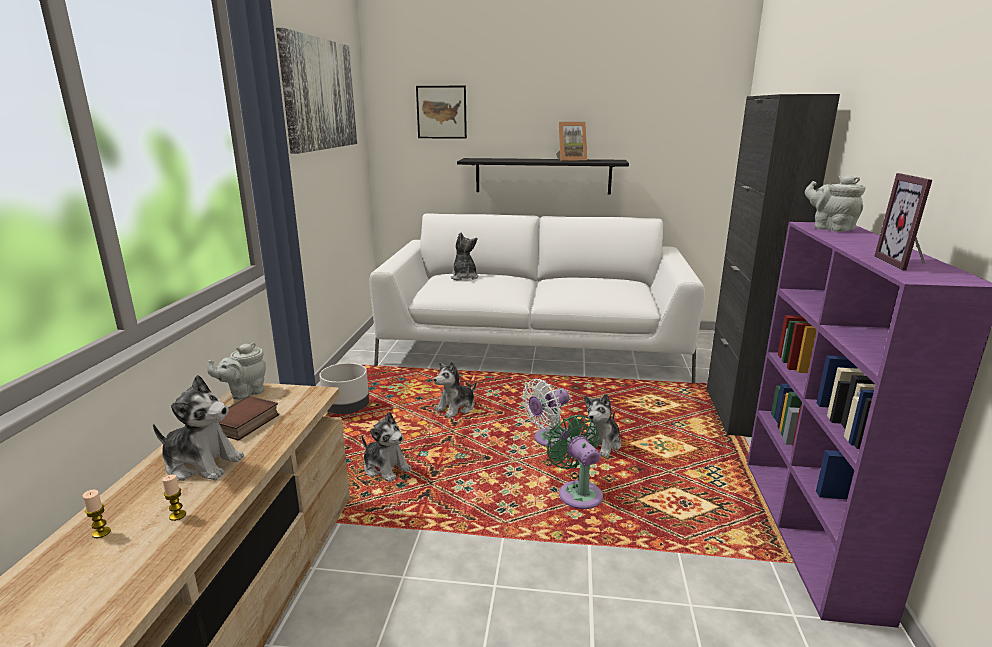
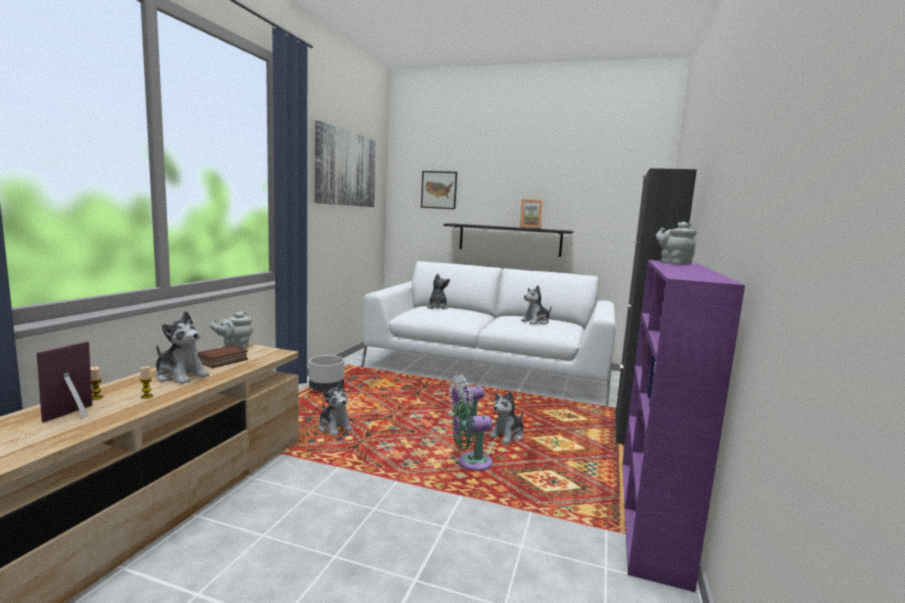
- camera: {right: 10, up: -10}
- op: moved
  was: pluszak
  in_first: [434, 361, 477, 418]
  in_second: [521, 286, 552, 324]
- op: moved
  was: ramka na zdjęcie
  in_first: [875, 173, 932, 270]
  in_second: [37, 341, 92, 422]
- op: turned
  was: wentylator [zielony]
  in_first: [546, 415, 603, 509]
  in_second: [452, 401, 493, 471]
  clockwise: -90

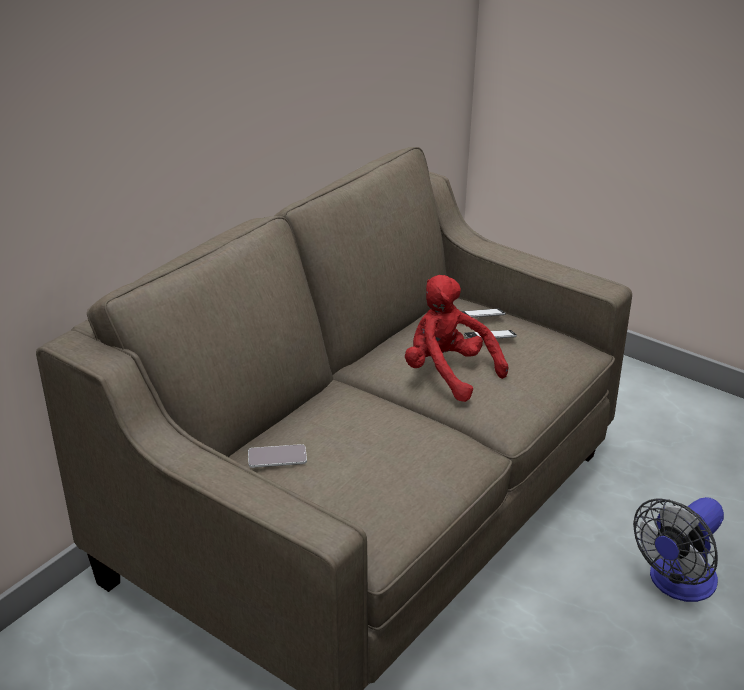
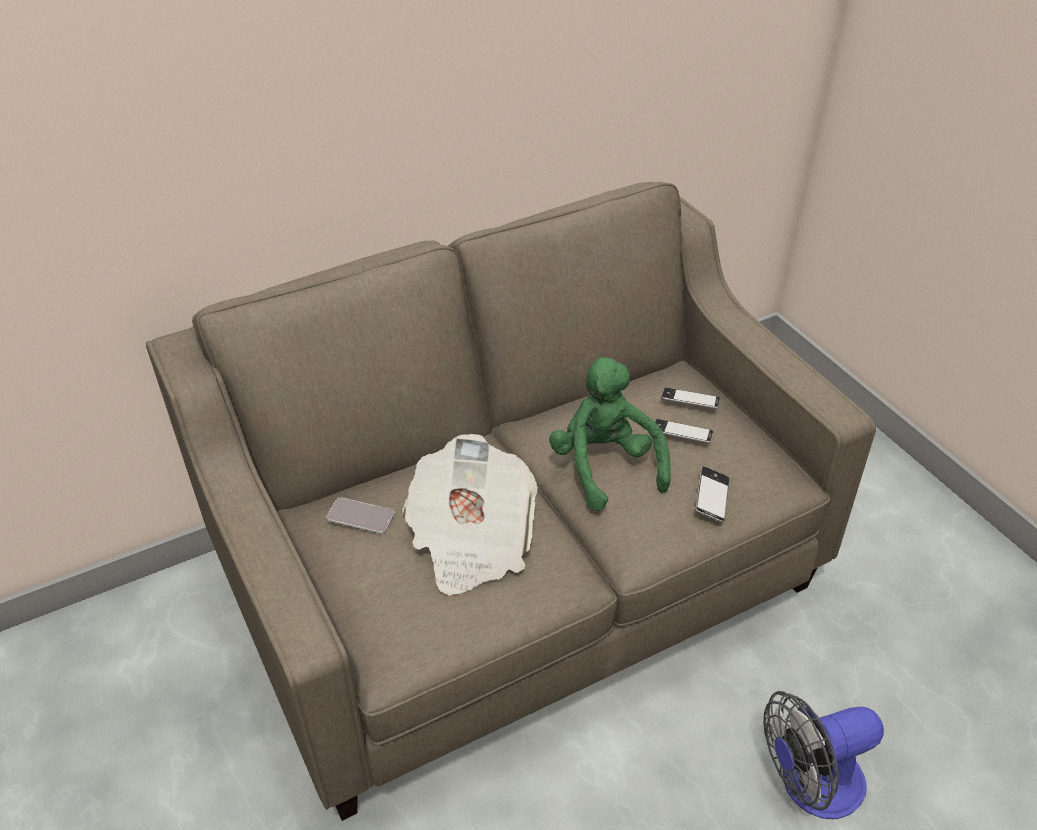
- camera: {right: 25, up: 10}
- op: added
  now: gazeta
  in_second: [402, 434, 538, 596]
- op: added
  now: telefon
  in_second: [695, 466, 729, 522]
- op: recoloured
  was: pluszak [czerwony]
  now: pluszak [zielony]
  in_first: [405, 275, 509, 402]
  in_second: [549, 357, 671, 511]

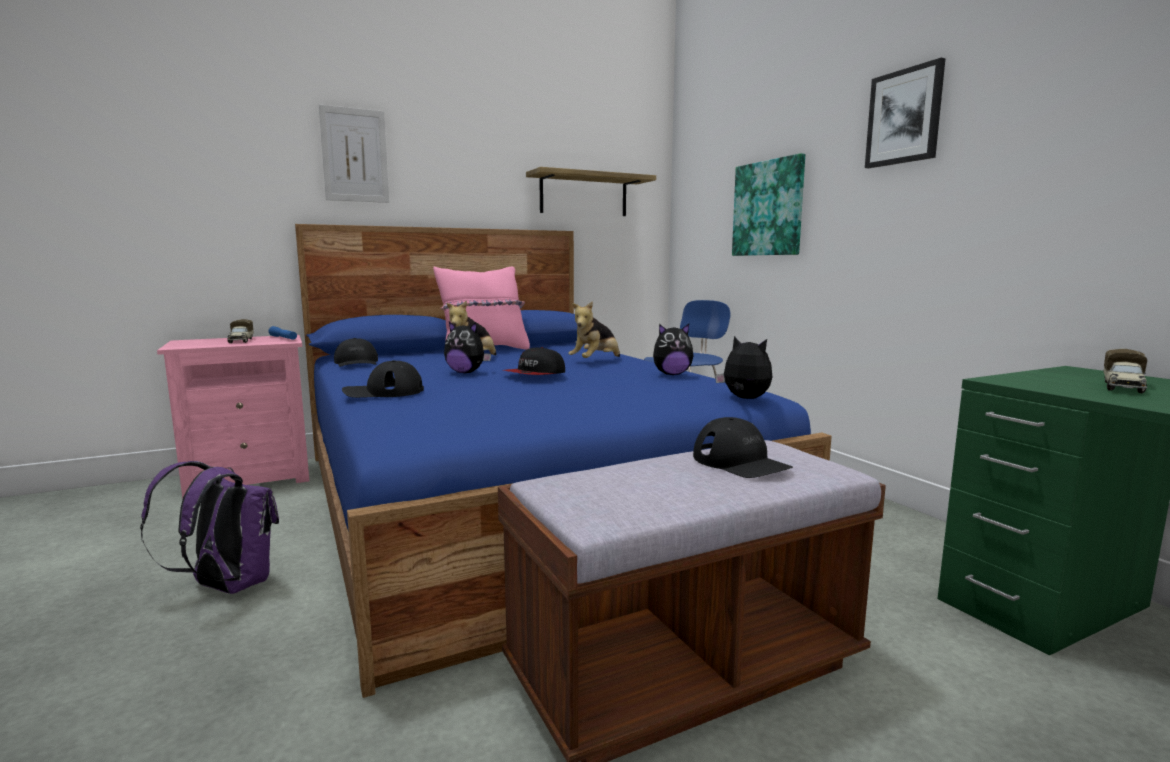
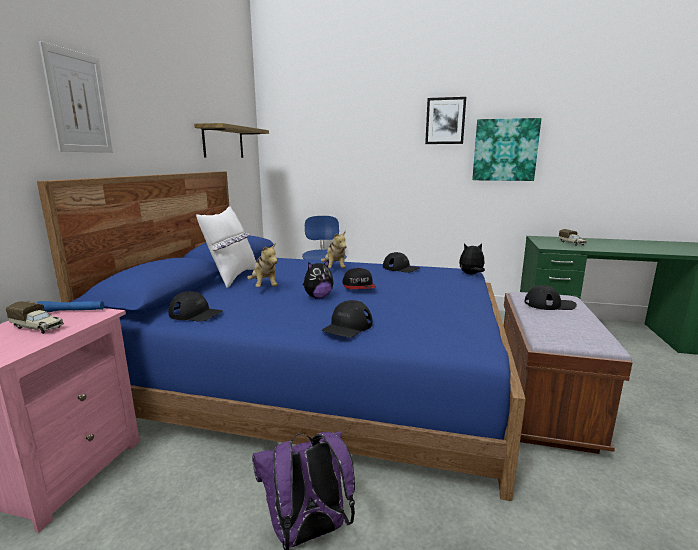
- camera: {right: -50, up: 5}
- op: moved
  was: obraz
  in_first: [732, 153, 805, 256]
  in_second: [472, 118, 541, 181]
- op: replaced
  was: pluszak
  now: czapka z daszkiem [czarny]
  in_first: [653, 324, 693, 375]
  in_second: [383, 252, 420, 273]
- op: recoloured
  was: poduszka [różowy]
  now: poduszka [biały]
  in_first: [433, 267, 530, 350]
  in_second: [196, 206, 256, 288]

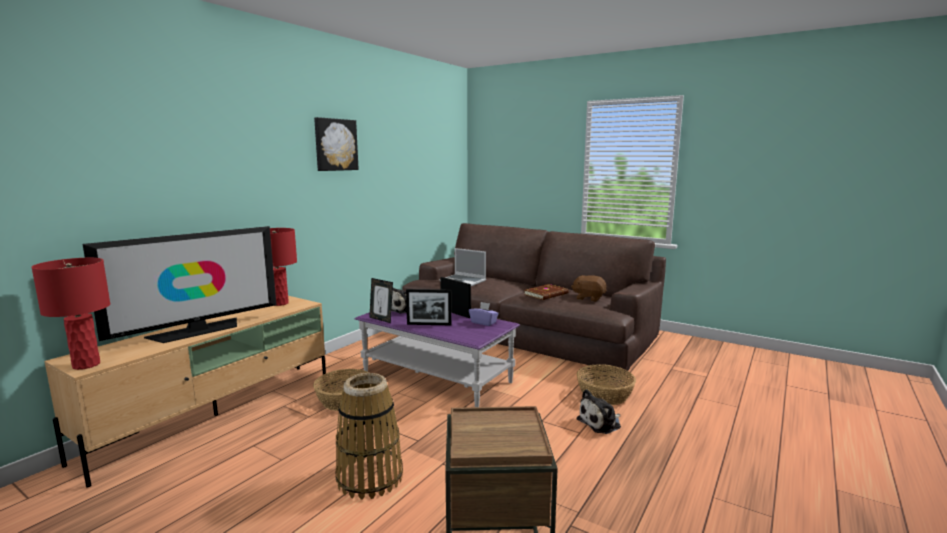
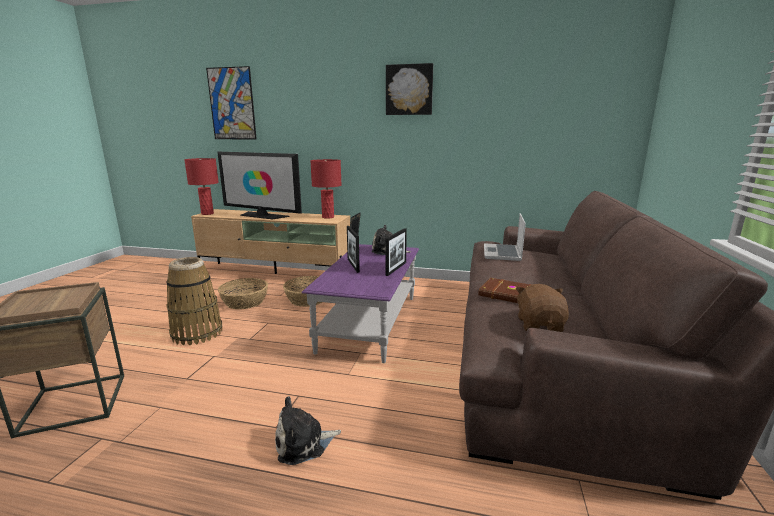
- camera: {right: 70, up: 5}
- op: removed
  was: pudełko chusteczek [fioletowy]
  in_first: [469, 302, 499, 326]
- op: added
  now: obraz
  in_second: [206, 66, 257, 139]
- op: moved
  was: koszyk
  in_first: [577, 364, 636, 405]
  in_second: [218, 278, 268, 309]
- op: turned
  was: pluszak
  in_first: [576, 389, 621, 434]
  in_second: [275, 396, 341, 465]
  clockwise: -60

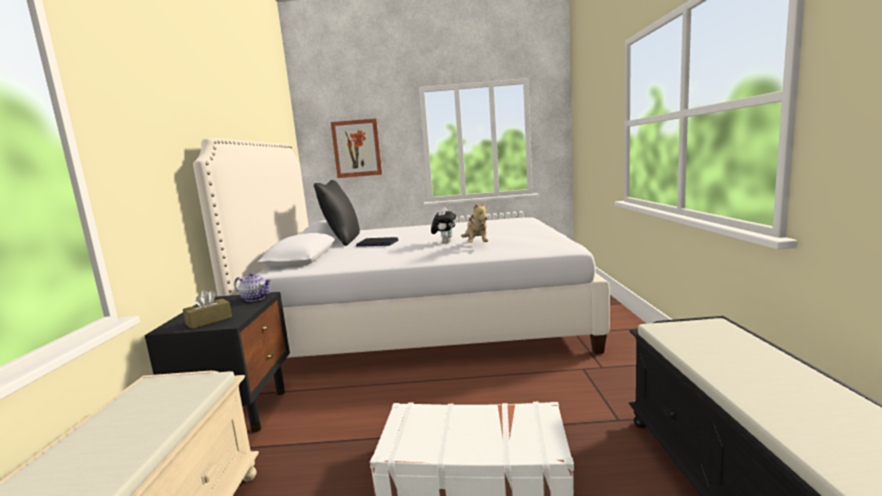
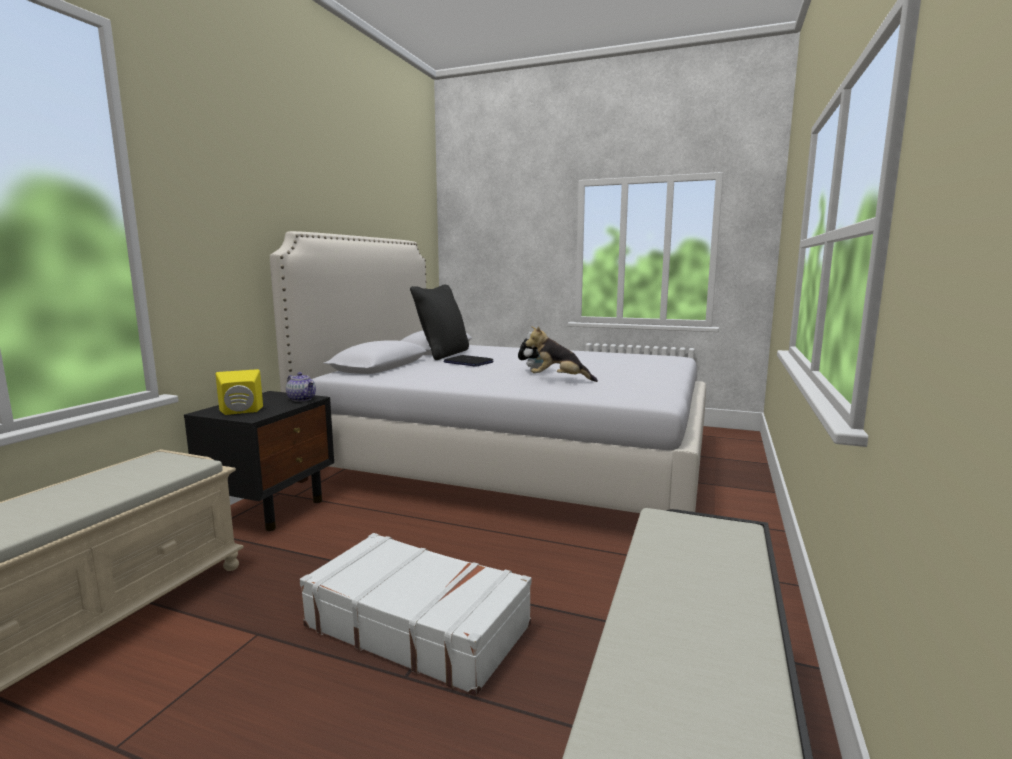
- camera: {right: 20, up: 0}
- op: removed
  was: obraz
  in_first: [331, 119, 382, 178]
- op: replaced
  was: pudełko chusteczek [brązowy]
  now: głośnik [żółty]
  in_first: [183, 290, 232, 329]
  in_second: [215, 369, 263, 415]
- op: turned
  was: pluszak
  in_first: [461, 201, 488, 243]
  in_second: [525, 326, 598, 382]
  clockwise: 90

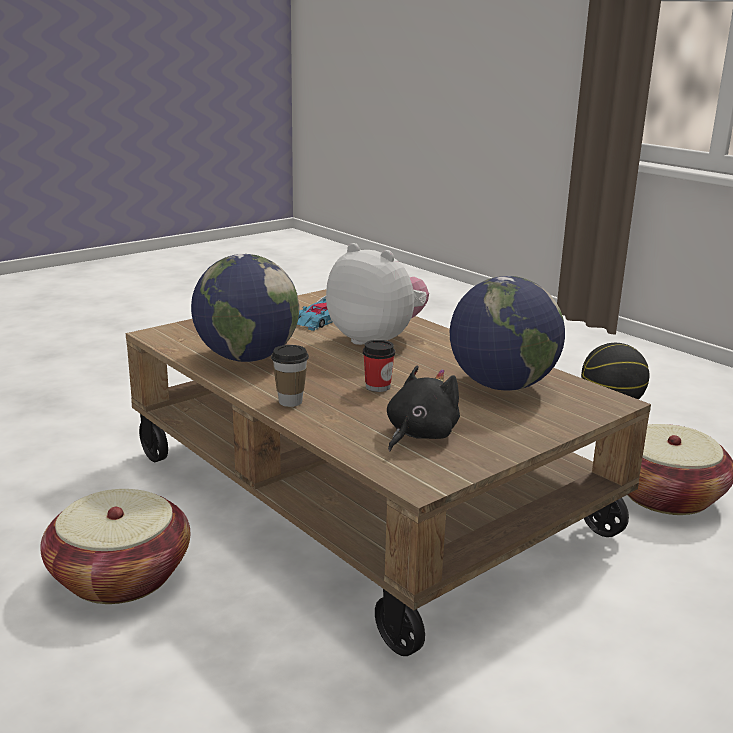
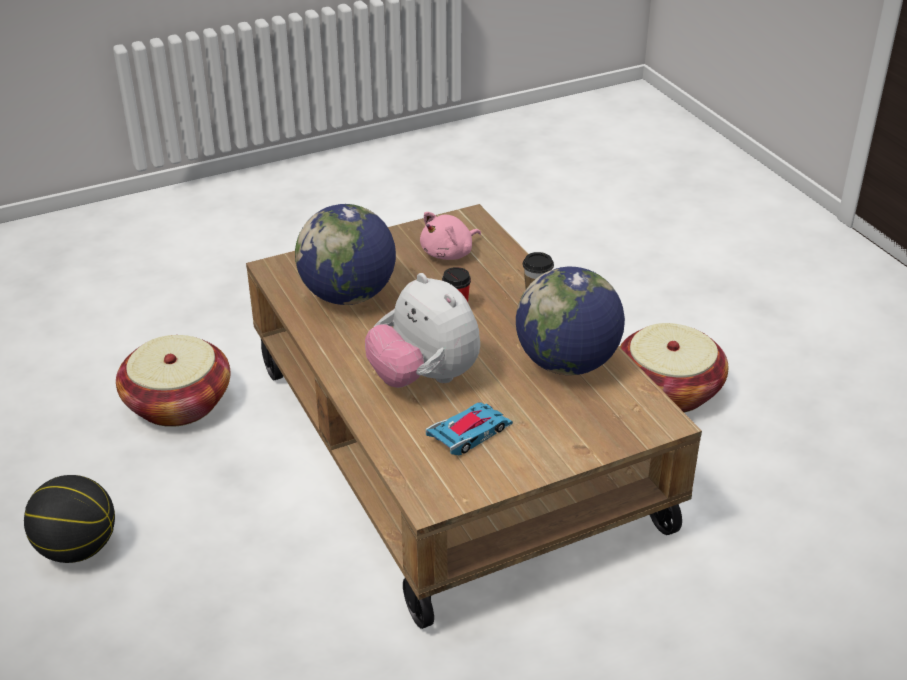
- camera: {right: -165, up: 15}
- op: recoloured
  was: pluszak [czarny]
  now: pluszak [różowy]
  in_first: [387, 365, 460, 451]
  in_second: [420, 212, 481, 260]

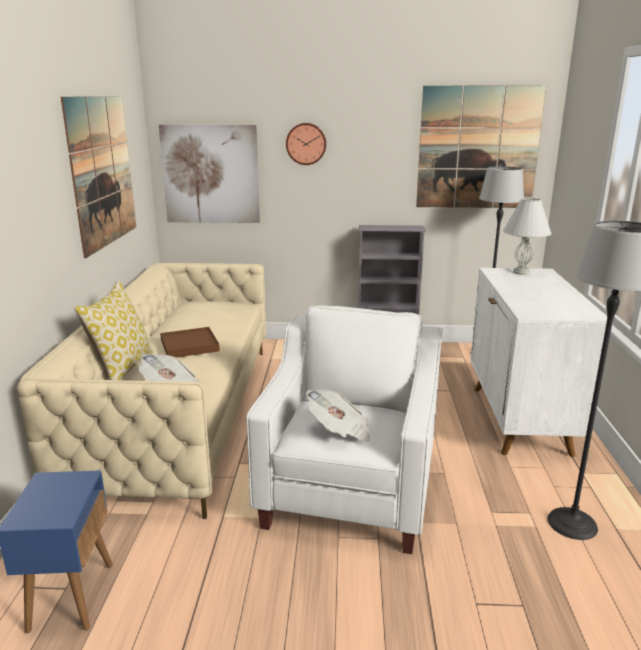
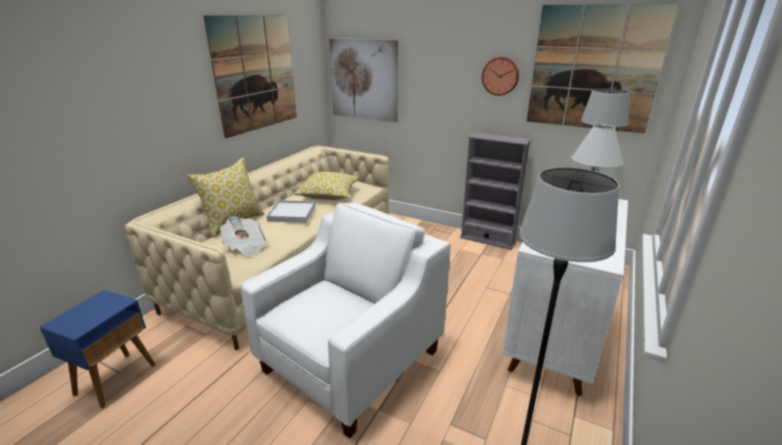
- camera: {right: 25, up: 5}
- op: removed
  was: gazeta
  in_first: [306, 389, 370, 442]
- op: added
  now: poduszka
  in_second: [294, 172, 360, 200]
- op: moved
  was: zegar ścienny
  in_first: [286, 123, 326, 165]
  in_second: [482, 57, 519, 96]
- op: recoloured
  was: taca [brązowy]
  now: taca [biały]
  in_first: [160, 327, 220, 358]
  in_second: [266, 200, 315, 223]

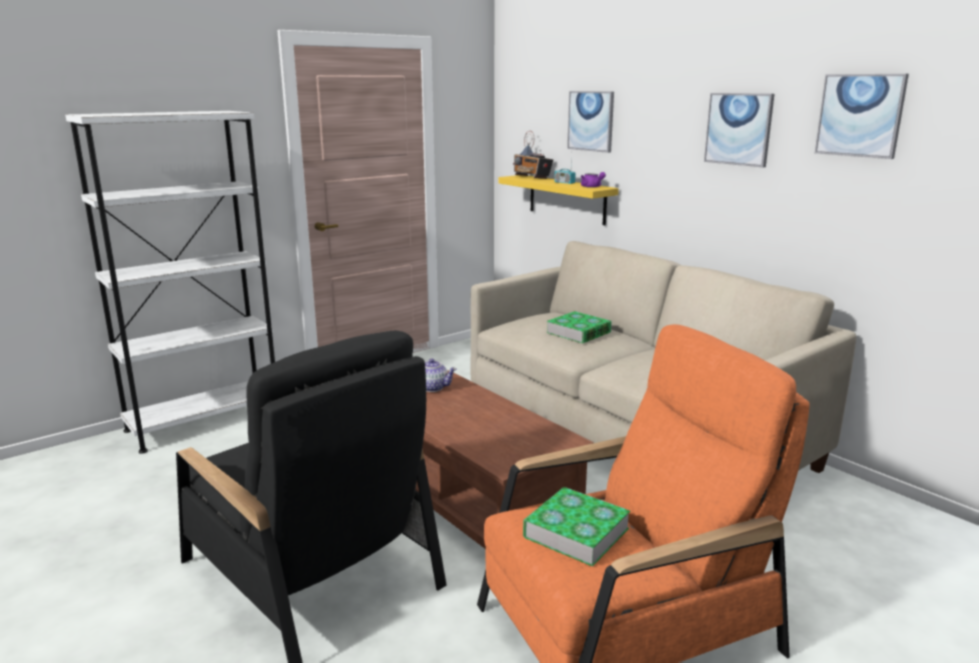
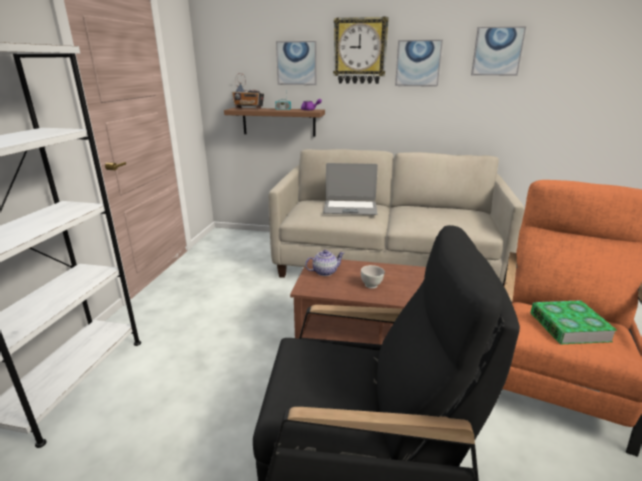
- camera: {right: -40, up: 5}
- op: added
  now: zegar ścienny
  in_second: [333, 17, 389, 84]
- op: added
  now: miska [biały]
  in_second: [361, 265, 385, 288]
- op: replaced
  was: książka
  now: laptop
  in_first: [546, 311, 612, 343]
  in_second: [323, 163, 378, 215]
- op: recoloured
  was: półka [żółty]
  now: półka [brązowy]
  in_first: [498, 175, 619, 225]
  in_second: [224, 108, 325, 137]

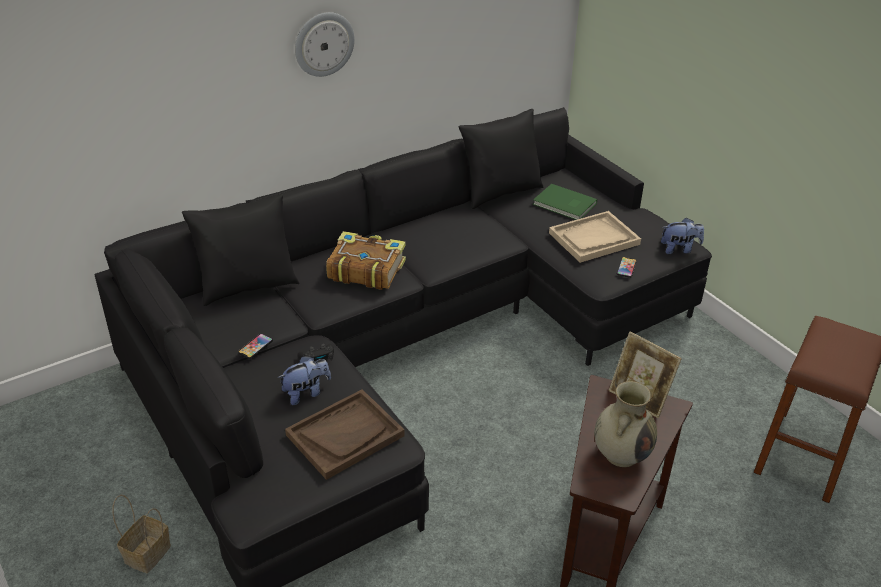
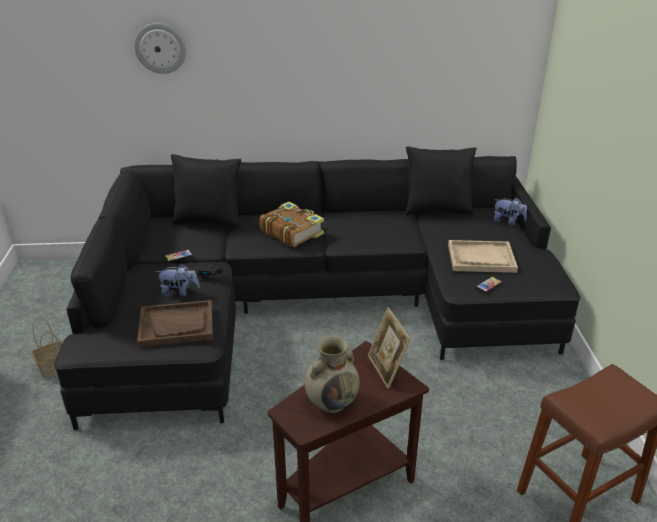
- camera: {right: 30, up: -5}
- op: removed
  was: książka [zielony]
  in_first: [533, 184, 597, 220]
- op: moved
  was: zegar ścienny
  in_first: [295, 12, 355, 77]
  in_second: [134, 23, 186, 74]
- op: moved
  was: pluszak
  in_first: [661, 217, 704, 254]
  in_second: [494, 197, 527, 225]

